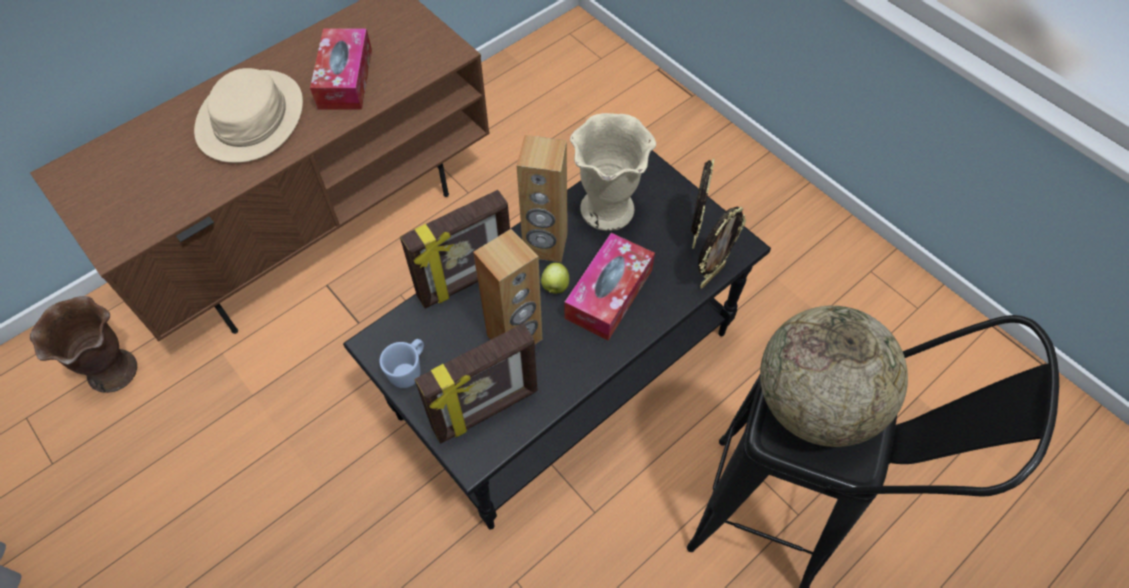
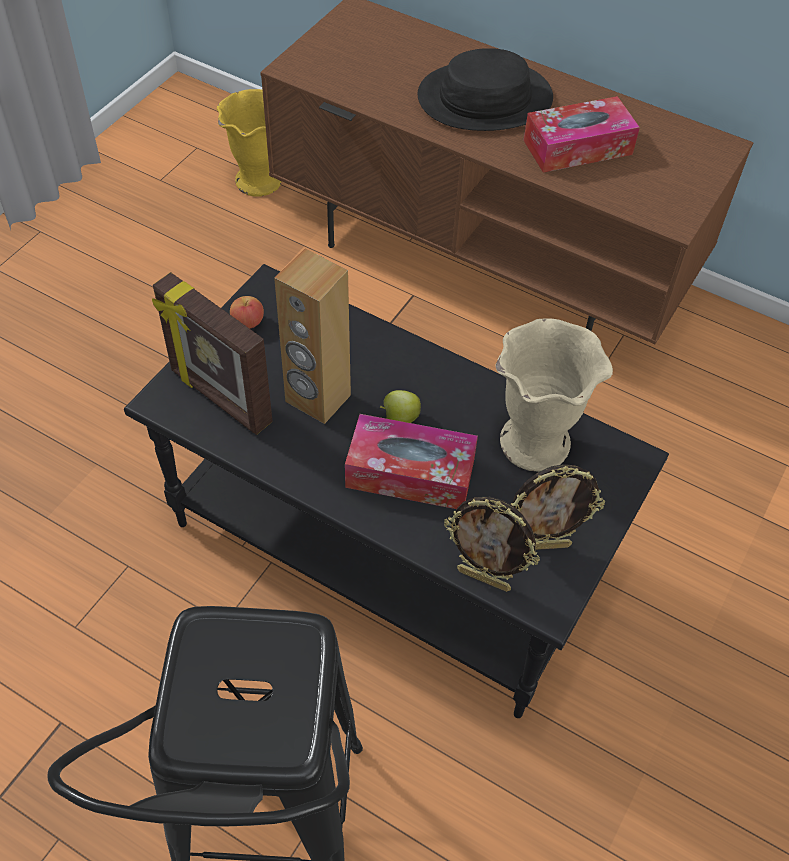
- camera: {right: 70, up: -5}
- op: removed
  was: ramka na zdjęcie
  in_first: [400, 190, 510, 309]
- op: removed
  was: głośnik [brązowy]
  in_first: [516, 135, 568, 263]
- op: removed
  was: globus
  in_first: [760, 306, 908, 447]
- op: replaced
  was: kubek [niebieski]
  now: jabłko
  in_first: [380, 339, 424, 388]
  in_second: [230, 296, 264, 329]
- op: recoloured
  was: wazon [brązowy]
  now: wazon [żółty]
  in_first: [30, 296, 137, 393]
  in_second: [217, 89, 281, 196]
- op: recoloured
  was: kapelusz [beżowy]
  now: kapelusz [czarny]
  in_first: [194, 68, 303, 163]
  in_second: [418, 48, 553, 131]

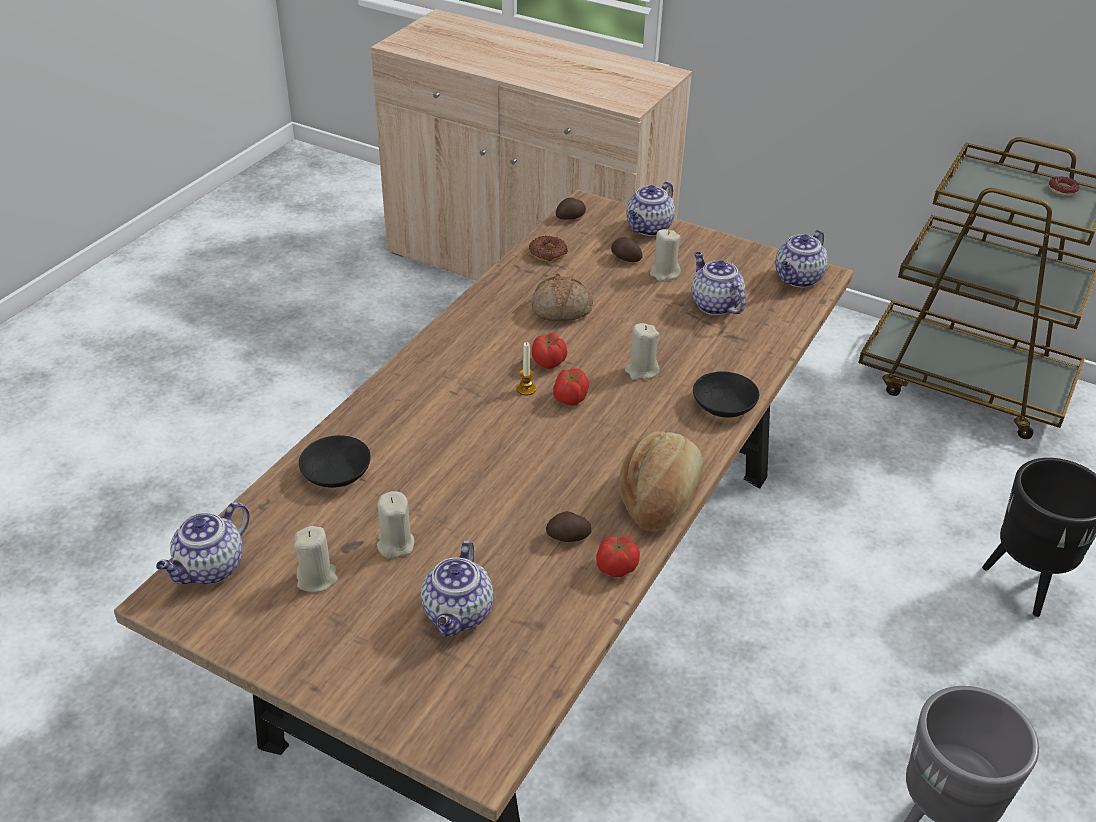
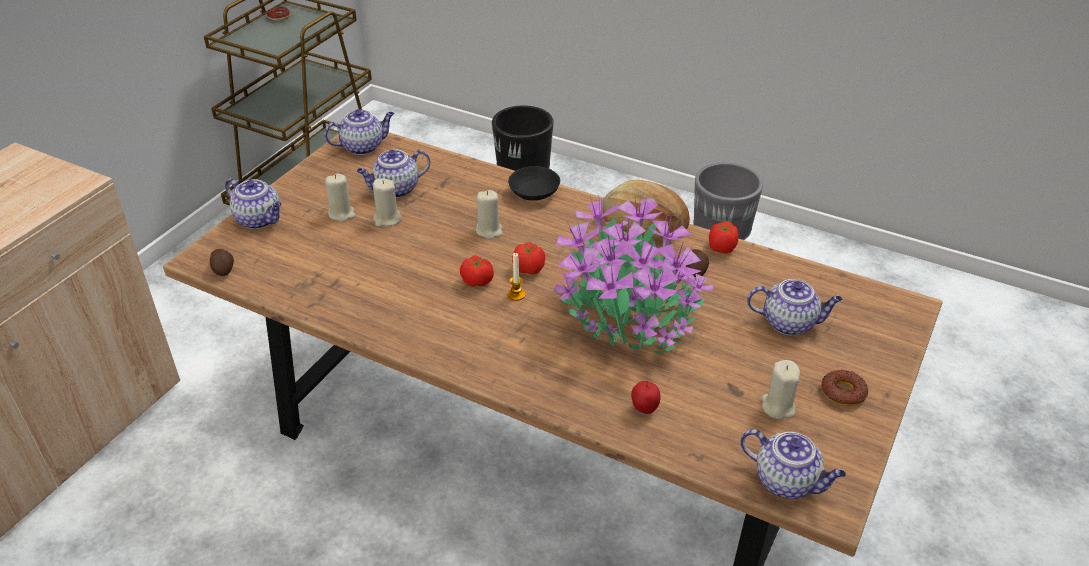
- camera: {right: -90, up: 0}
- op: removed
  was: chleb
  in_first: [531, 273, 593, 321]
- op: removed
  was: ziemniak
  in_first: [611, 237, 643, 262]
- op: added
  now: roślina doniczkowa
  in_second: [554, 195, 714, 354]
- op: moved
  was: świeca [beżowy]
  in_first: [377, 491, 414, 558]
  in_second: [373, 178, 402, 227]
- op: moved
  was: donut
  in_first: [529, 236, 568, 261]
  in_second: [821, 370, 869, 406]
- op: replaced
  was: miska [czarny]
  now: jabłko
  in_first: [299, 435, 371, 488]
  in_second: [631, 381, 661, 414]
- op: turned
  was: imbryk
  in_first: [775, 230, 828, 287]
  in_second: [324, 109, 394, 155]
  clockwise: -60

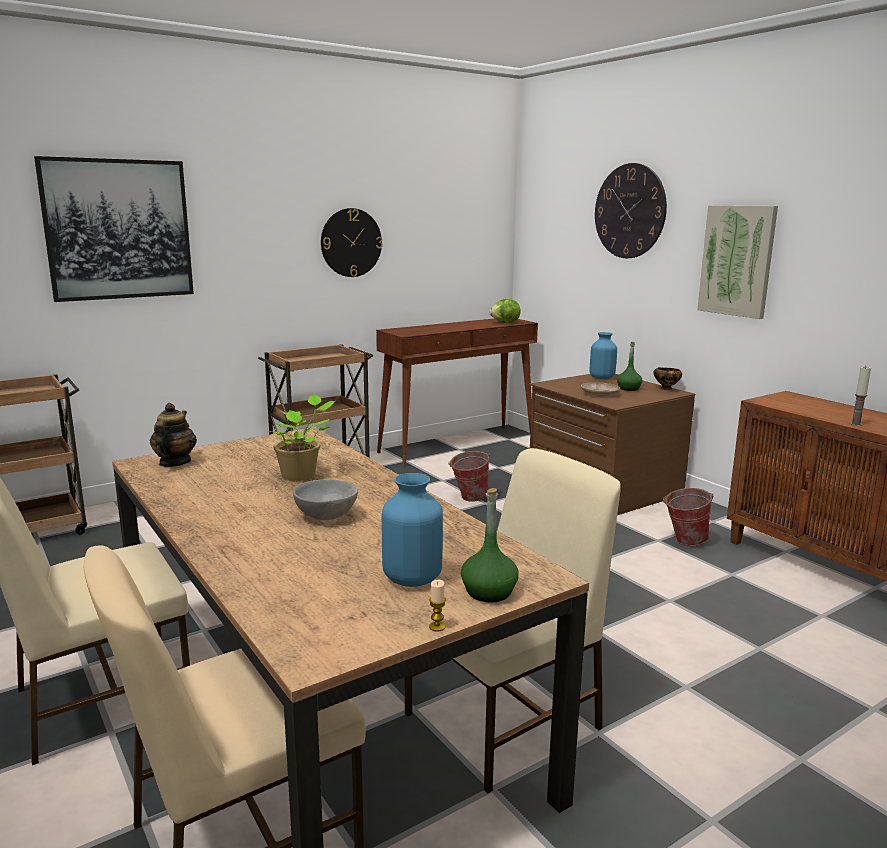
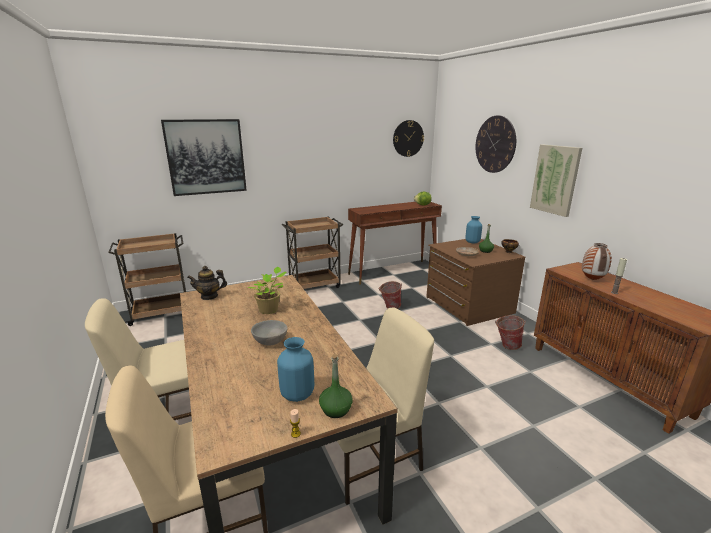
- camera: {right: 10, up: 5}
- op: added
  now: wazon
  in_second: [582, 243, 612, 280]
- op: moved
  was: zegar ścienny
  in_first: [321, 208, 383, 277]
  in_second: [393, 120, 424, 157]
- op: turned
  was: imbryk
  in_first: [150, 403, 197, 467]
  in_second: [187, 266, 227, 300]
  clockwise: -120

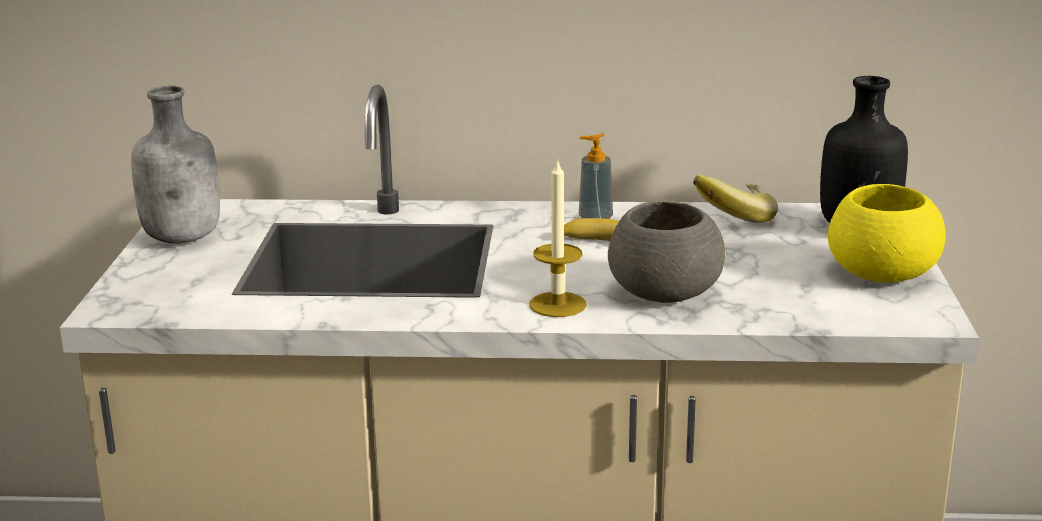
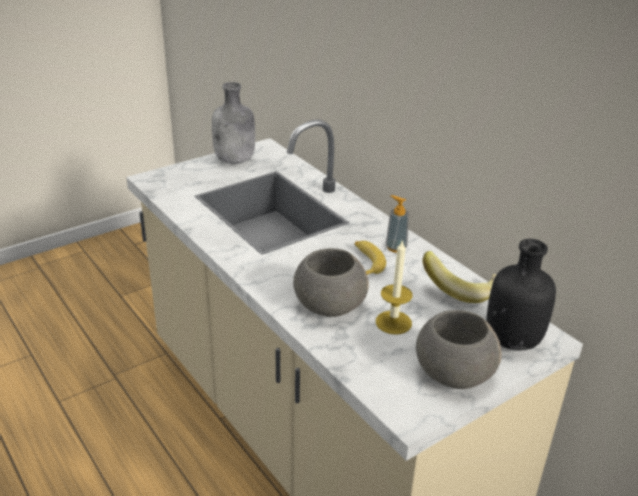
- camera: {right: 50, up: 10}
- op: moved
  was: świeca
  in_first: [529, 158, 586, 317]
  in_second: [376, 239, 413, 335]
- op: recoloured
  was: miska [żółty]
  now: miska [szary]
  in_first: [828, 184, 945, 283]
  in_second: [416, 310, 502, 389]

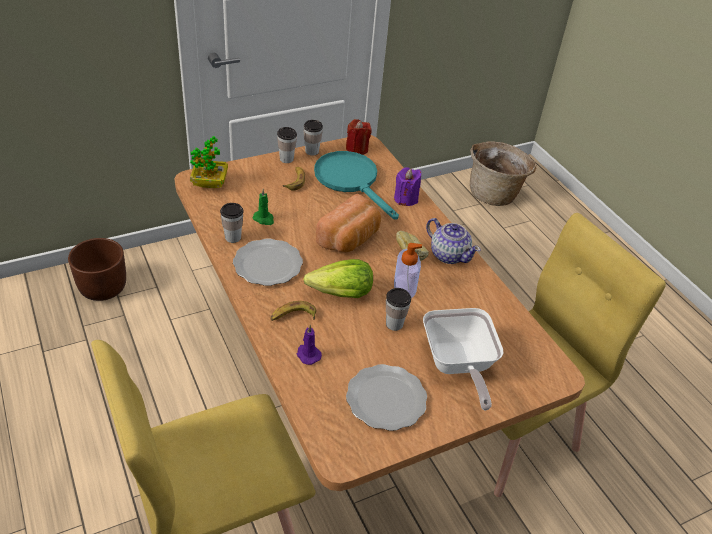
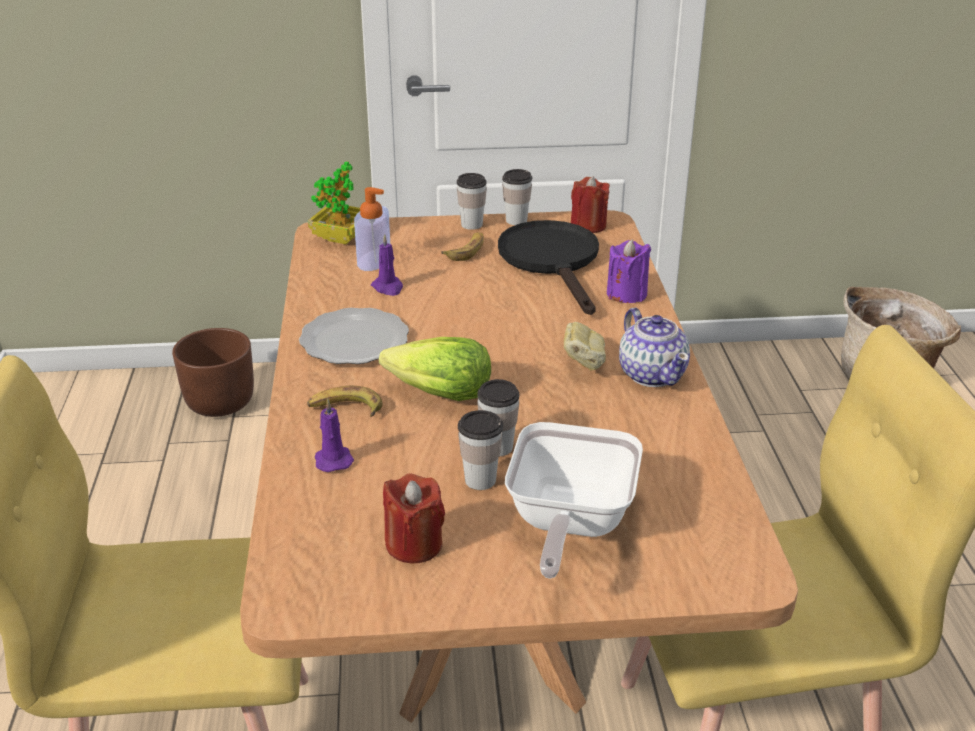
- camera: {right: 25, up: -10}
- op: removed
  was: chleb
  in_first: [316, 194, 381, 252]
- op: moved
  was: filiżanka
  in_first: [220, 203, 244, 243]
  in_second: [458, 410, 503, 490]
- op: moved
  was: dozownik mydła
  in_first: [394, 243, 422, 299]
  in_second: [354, 187, 390, 271]
- op: replaced
  was: talerz
  now: świeca [czerwony]
  in_first: [346, 364, 427, 431]
  in_second: [383, 473, 445, 563]
- op: recoloured
  was: świeca [zielony]
  now: świeca [fioletowy]
  in_first: [253, 189, 274, 225]
  in_second: [371, 234, 403, 296]
- op: recoloured
  was: patelnia [turkusowy]
  now: patelnia [czarny]
  in_first: [314, 151, 399, 220]
  in_second: [498, 220, 599, 315]

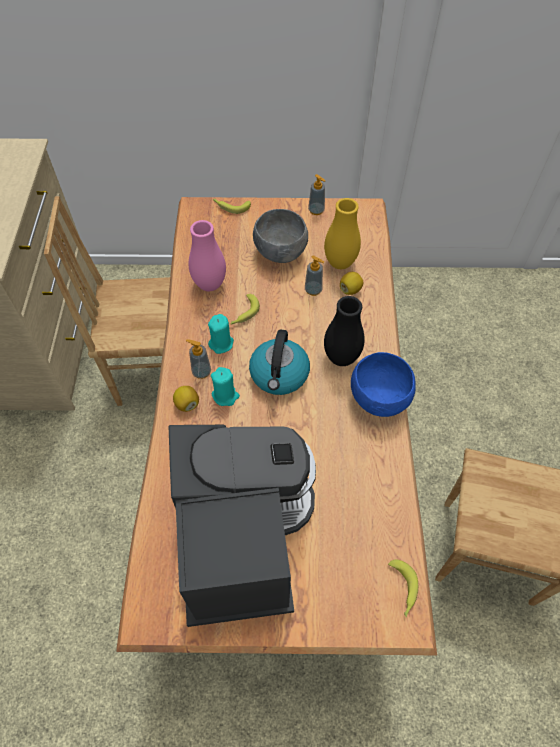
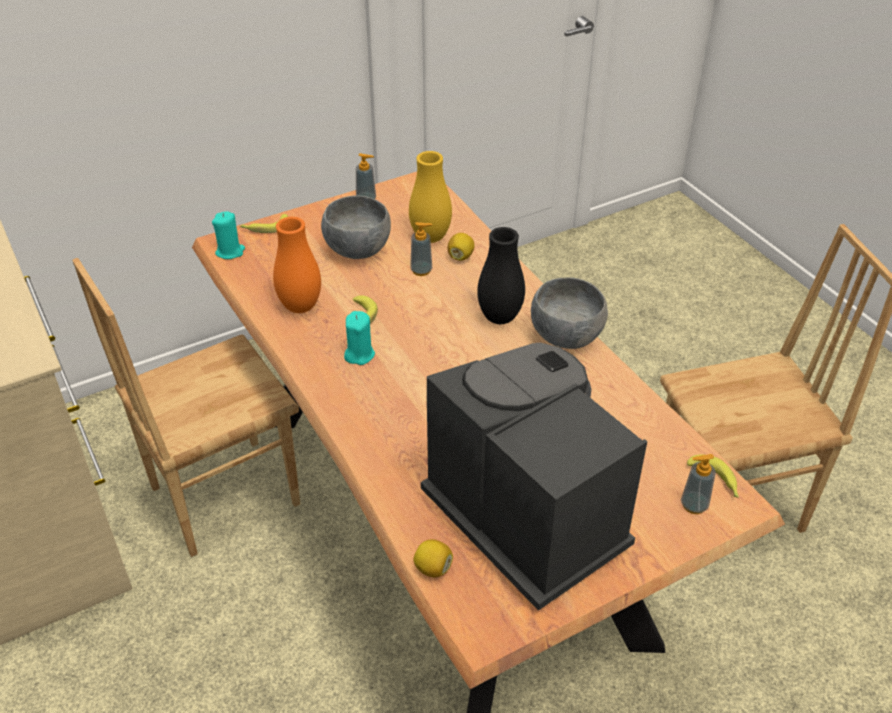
- camera: {right: -30, up: -15}
- op: removed
  was: czajnik
  in_first: [249, 329, 310, 395]
- op: moved
  was: cytryna
  in_first: [173, 386, 199, 412]
  in_second: [413, 539, 453, 577]
- op: moved
  was: dozownik mydła
  in_first: [186, 339, 211, 379]
  in_second: [681, 454, 716, 514]
- op: moved
  was: świeca [turkusowy]
  in_first: [211, 367, 240, 406]
  in_second: [212, 212, 245, 259]
- op: recoloured
  was: wazon [różowy]
  now: wazon [pomarańczowy]
  in_first: [189, 220, 226, 291]
  in_second: [273, 217, 321, 313]
- op: recoloured
  was: miska [niebieski]
  now: miska [szary]
  in_first: [351, 352, 416, 417]
  in_second: [531, 278, 608, 349]

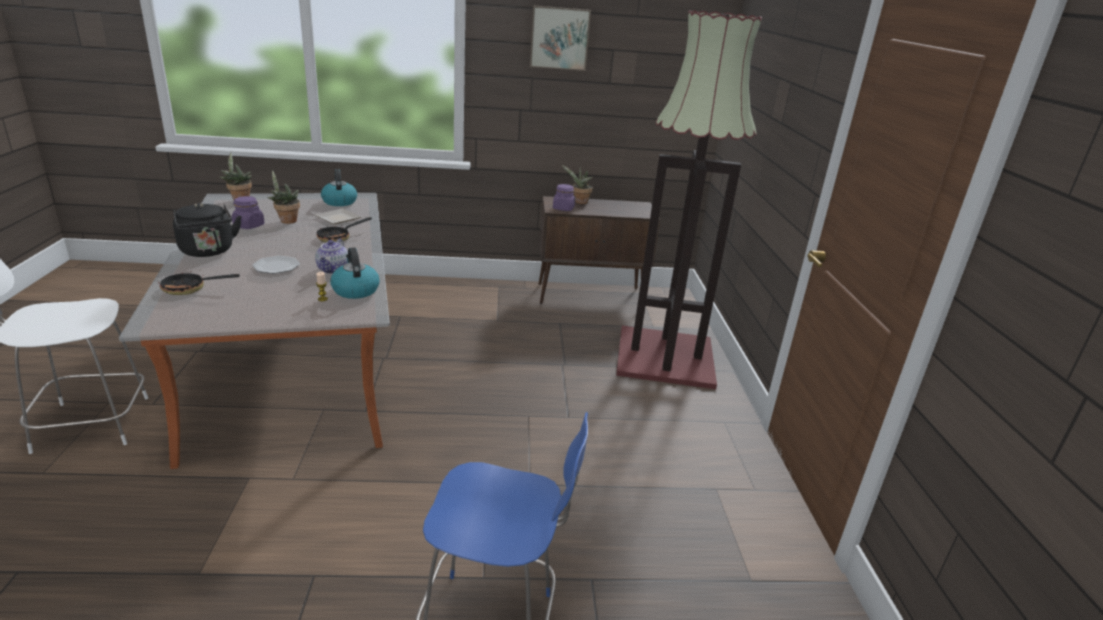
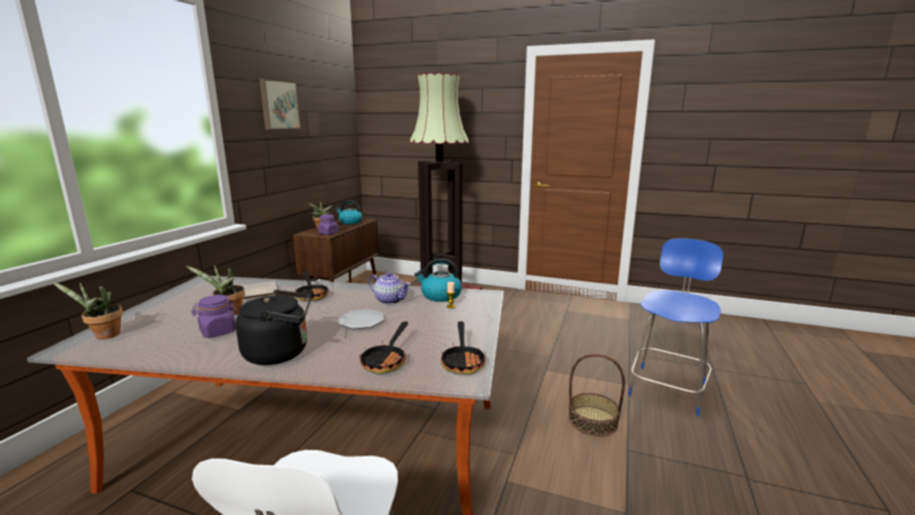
- camera: {right: -65, up: -10}
- op: added
  now: patelnia
  in_second: [441, 321, 486, 374]
- op: added
  now: koszyk
  in_second: [569, 354, 625, 436]
- op: moved
  was: czajnik
  in_first: [321, 169, 357, 206]
  in_second: [335, 200, 363, 224]

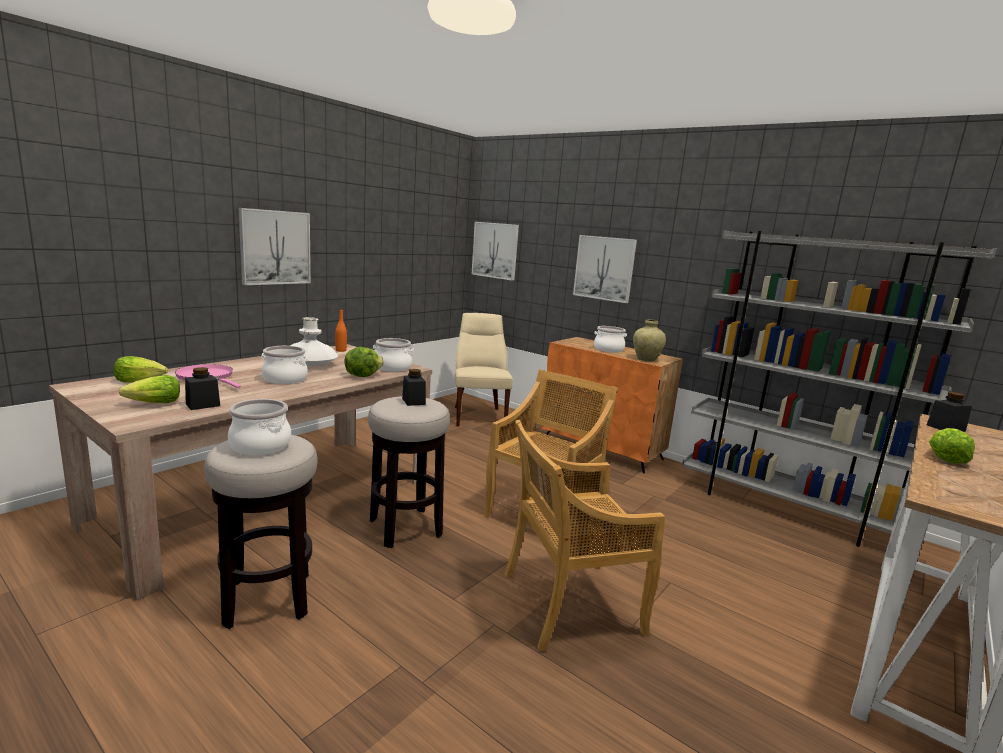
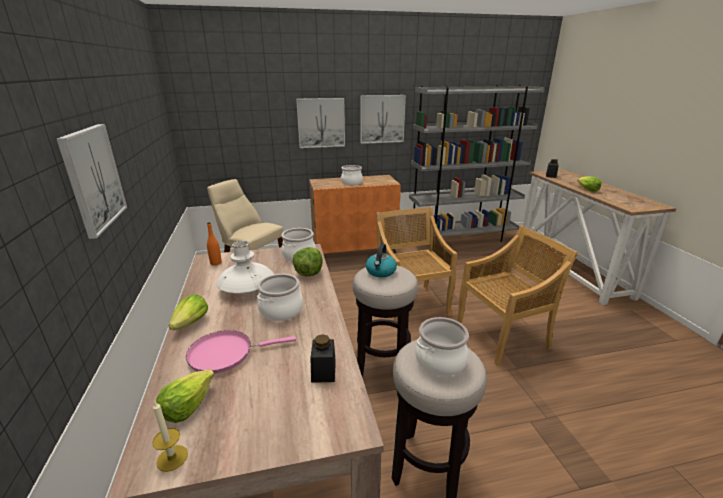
- camera: {right: -50, up: 10}
- op: removed
  was: wazon [beżowy]
  in_first: [633, 319, 666, 361]
- op: added
  now: świeca
  in_second: [152, 402, 188, 472]
- op: moved
  was: sałata
  in_first: [119, 375, 180, 403]
  in_second: [169, 294, 208, 330]
- op: moved
  was: obraz
  in_first: [471, 222, 519, 281]
  in_second: [360, 95, 406, 144]
- op: replaced
  was: słoik [czarny]
  now: czajnik
  in_first: [402, 369, 426, 406]
  in_second: [366, 244, 397, 277]
- op: turned
  was: krzesło [beżowy]
  in_first: [505, 420, 665, 651]
  in_second: [457, 225, 578, 366]
  clockwise: -135

